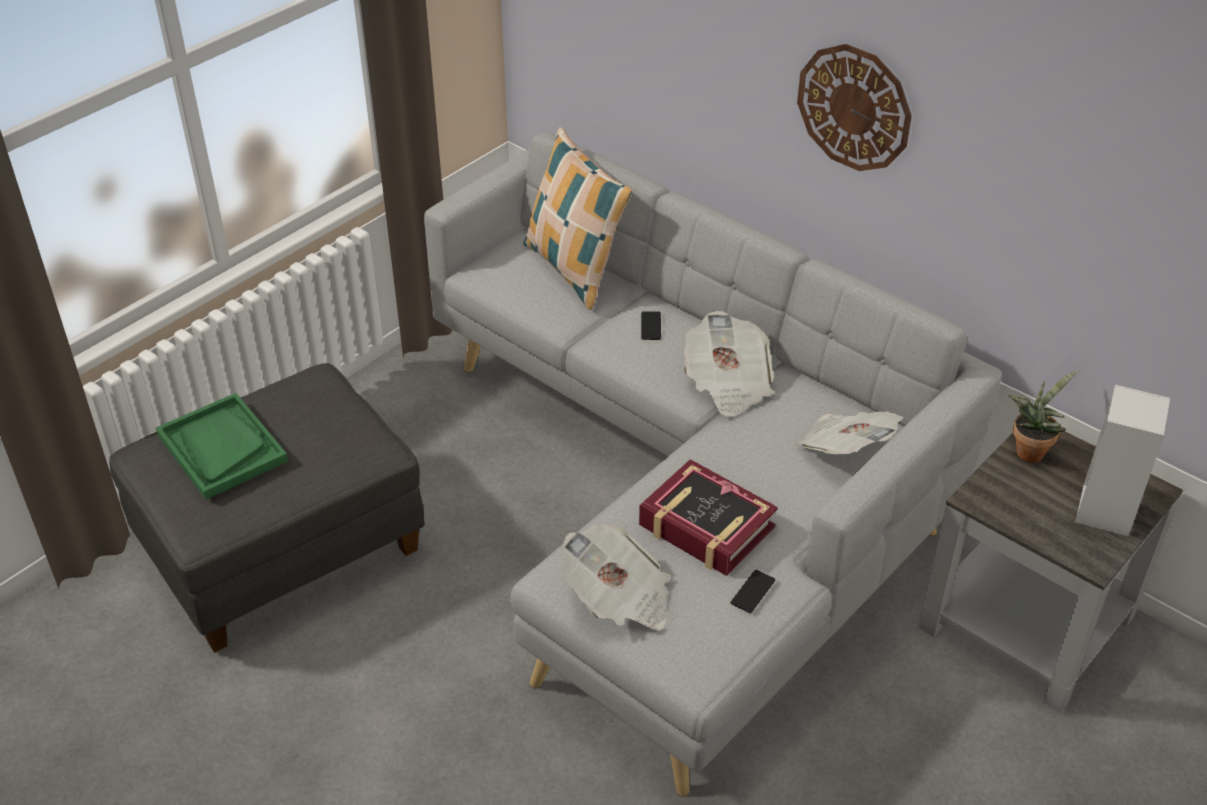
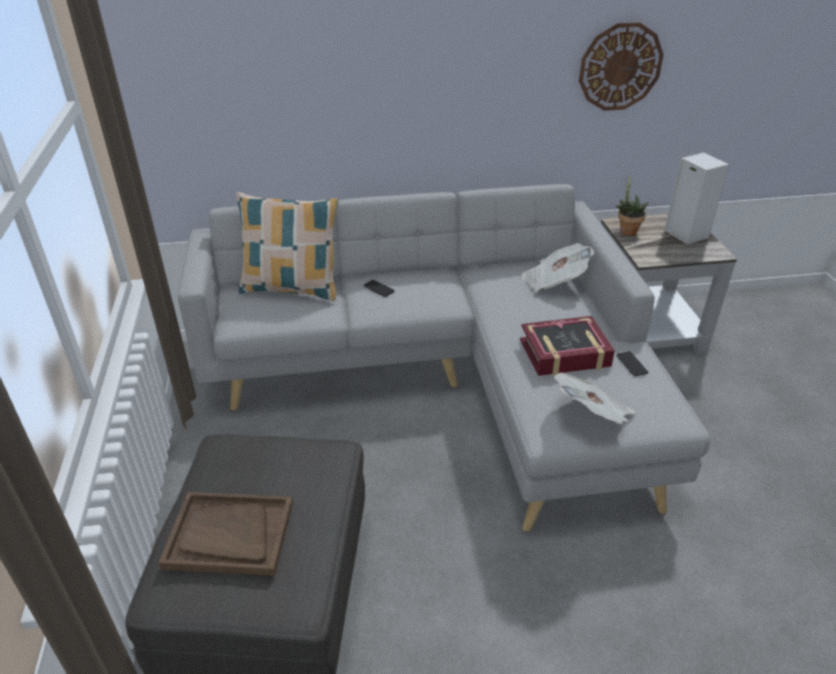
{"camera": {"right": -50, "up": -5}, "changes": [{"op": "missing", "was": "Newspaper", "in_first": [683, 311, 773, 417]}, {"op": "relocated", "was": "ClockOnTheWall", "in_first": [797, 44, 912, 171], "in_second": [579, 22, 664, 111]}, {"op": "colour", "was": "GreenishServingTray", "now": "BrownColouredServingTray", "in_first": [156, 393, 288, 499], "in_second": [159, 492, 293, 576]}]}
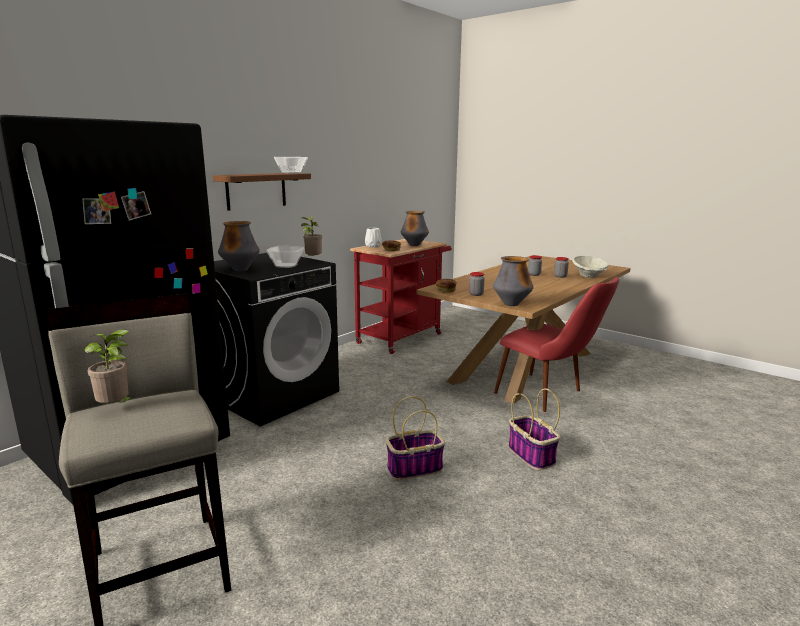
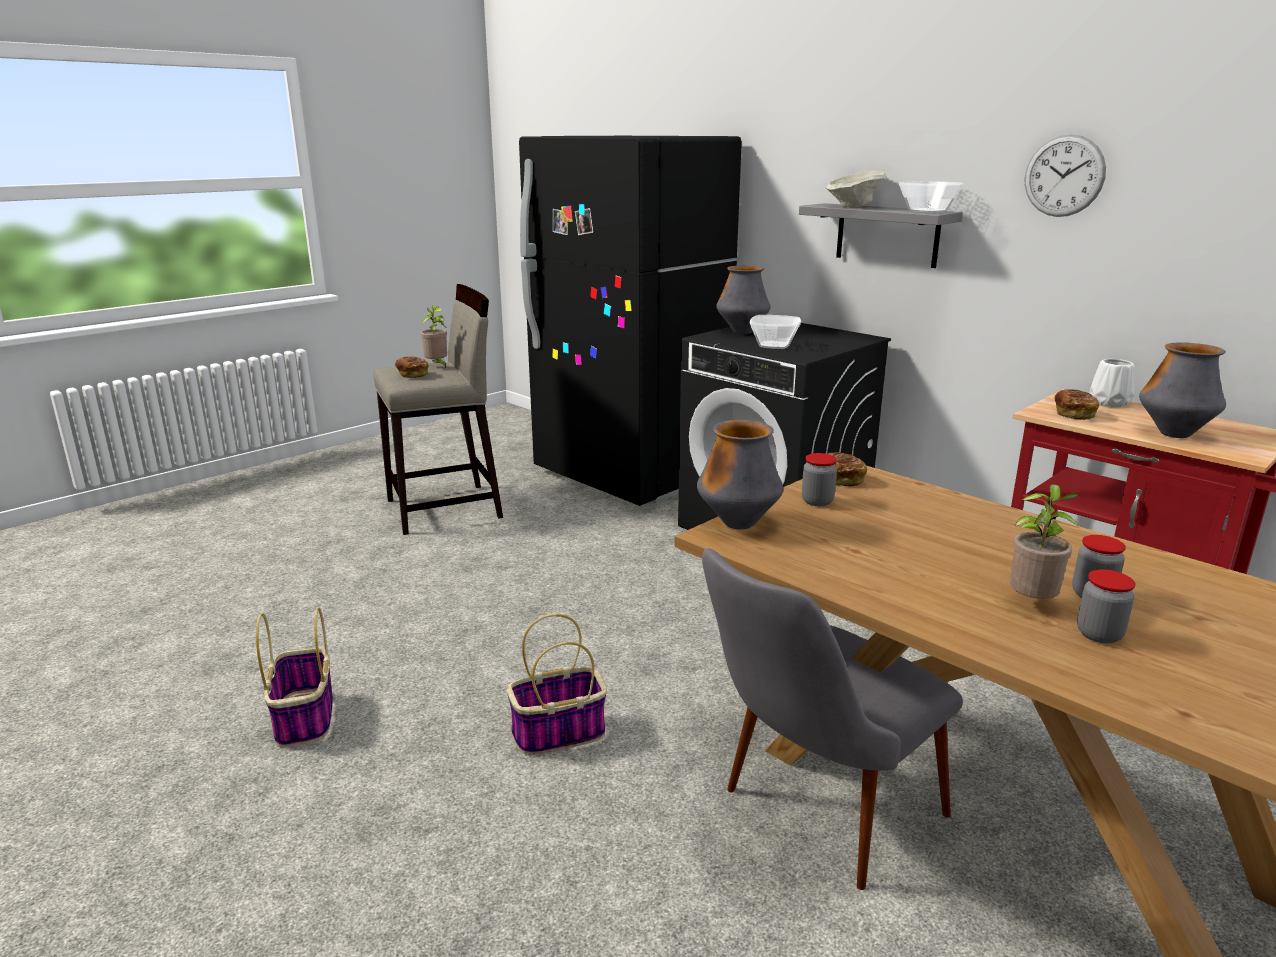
{"camera": {"right": 95, "up": 5}, "changes": [{"op": "appeared", "now": "BakedBread", "in_second": [395, 357, 429, 378]}, {"op": "appeared", "now": "ClockOnTheWall", "in_second": [1025, 134, 1106, 217]}, {"op": "relocated", "was": "PlantInAPot", "in_first": [301, 216, 322, 258], "in_second": [1010, 484, 1081, 599]}, {"op": "relocated", "was": "HouseholdBasket", "in_first": [386, 396, 445, 480], "in_second": [256, 607, 333, 748]}, {"op": "relocated", "was": "BeigeColouredBowl", "in_first": [572, 256, 609, 278], "in_second": [826, 171, 887, 207]}, {"op": "colour", "was": "BrownColouredBracketShelf", "now": "GreyBracketShelf", "in_first": [213, 173, 311, 211], "in_second": [799, 203, 963, 268]}, {"op": "colour", "was": "RedUprightChair", "now": "GreyUprightChair", "in_first": [494, 277, 619, 412], "in_second": [702, 548, 963, 890]}]}
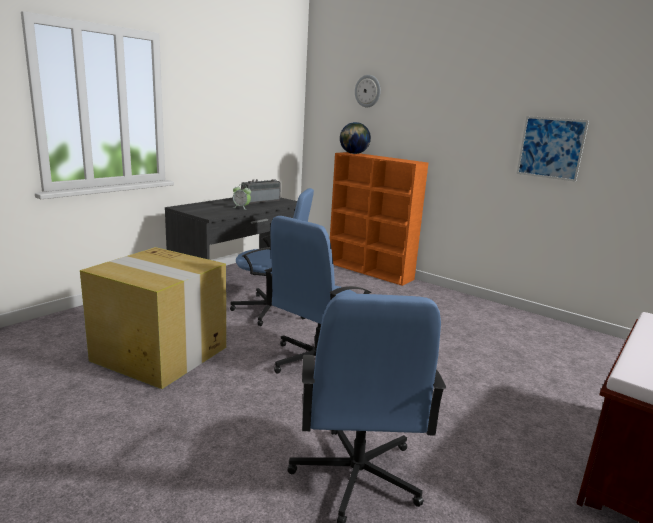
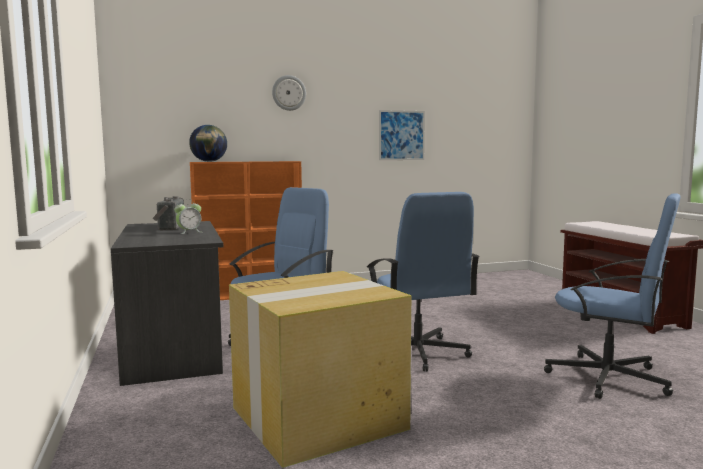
{"camera": {"right": -55, "up": -10}, "changes": [{"op": "relocated", "was": "ClockOnTheWall", "in_first": [355, 75, 381, 107], "in_second": [272, 75, 306, 111]}]}
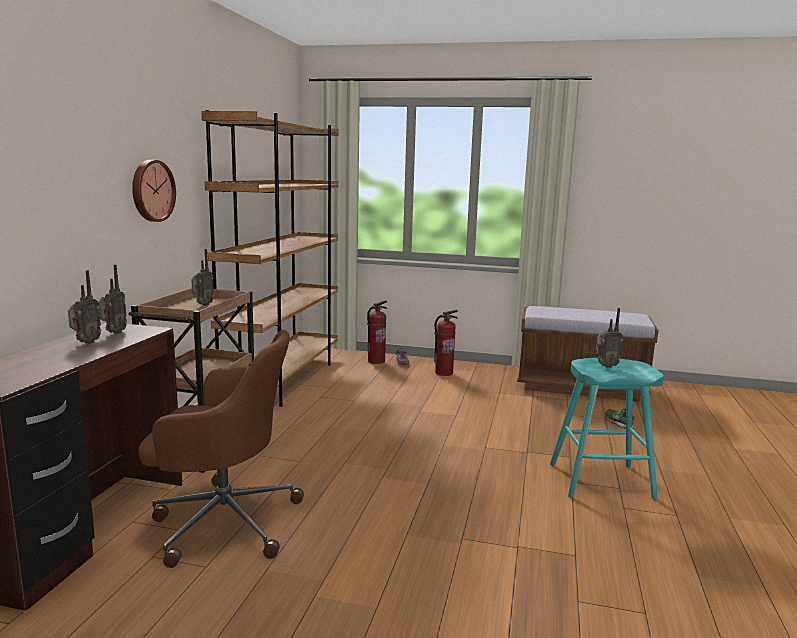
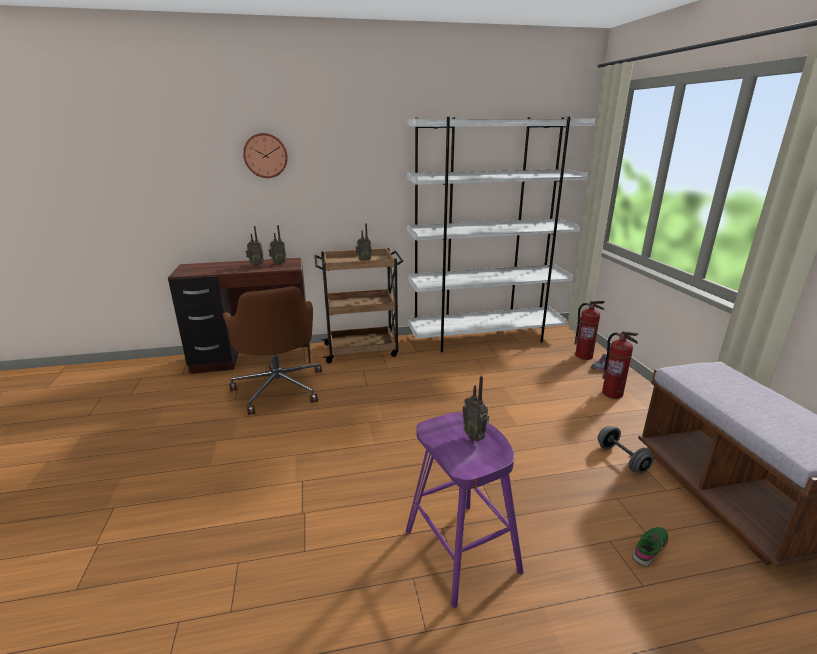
{"camera": {"right": 65, "up": 10}, "changes": [{"op": "appeared", "now": "GreyDumbbell", "in_second": [598, 426, 654, 473]}, {"op": "relocated", "was": "ClockOnTheWall", "in_first": [132, 160, 176, 222], "in_second": [243, 133, 288, 178]}, {"op": "colour", "was": "BrownColouredBookshelf", "now": "WhiteBookshelf", "in_first": [201, 110, 339, 407], "in_second": [407, 117, 596, 352]}, {"op": "colour", "was": "BlueGreenStool", "now": "PurplishStool", "in_first": [550, 358, 664, 499], "in_second": [406, 412, 524, 608]}]}
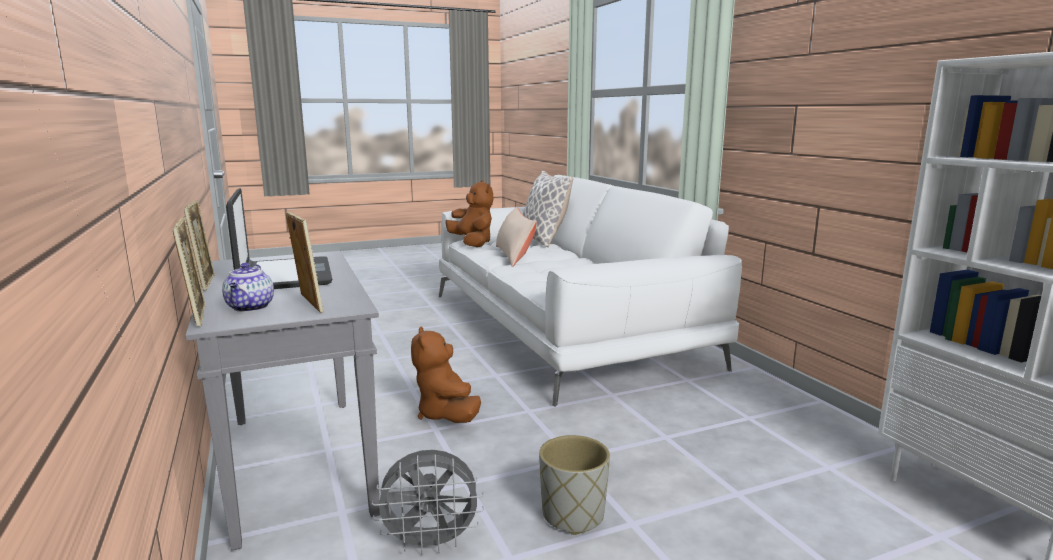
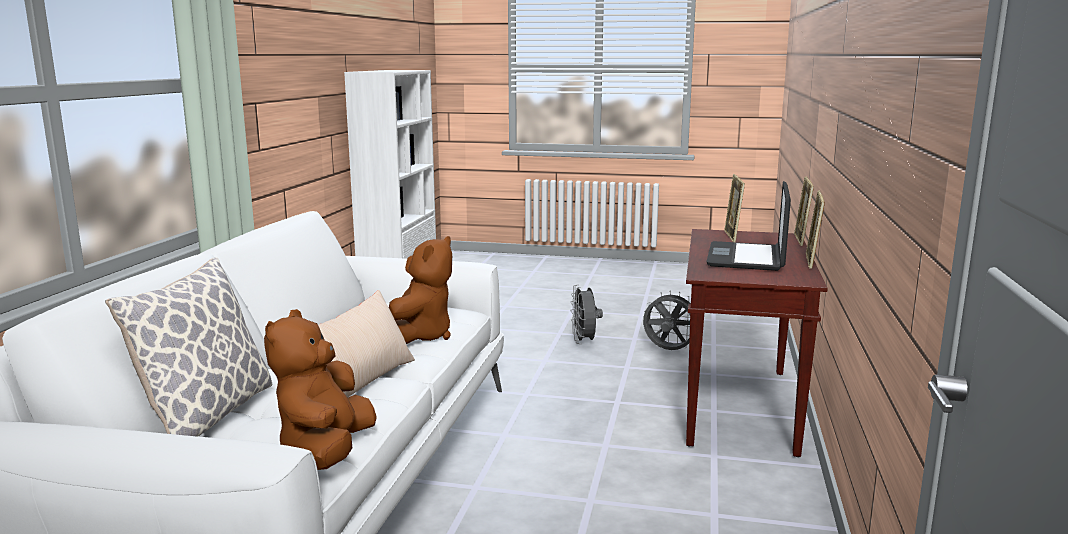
{"camera": {"right": -145, "up": 0}, "changes": [{"op": "missing", "was": "PotForTea", "in_first": [222, 263, 274, 312]}, {"op": "relocated", "was": "BrownColouredSoftToy", "in_first": [411, 326, 481, 423], "in_second": [389, 236, 452, 344]}, {"op": "exchanged", "was": "GreyPlantPot", "now": "GreyElectricFan", "in_first": [539, 435, 610, 535], "in_second": [570, 284, 603, 344]}, {"op": "colour", "was": "GreyHallTable", "now": "BrownColouredHallTable", "in_first": [185, 251, 380, 550], "in_second": [686, 229, 828, 457]}]}
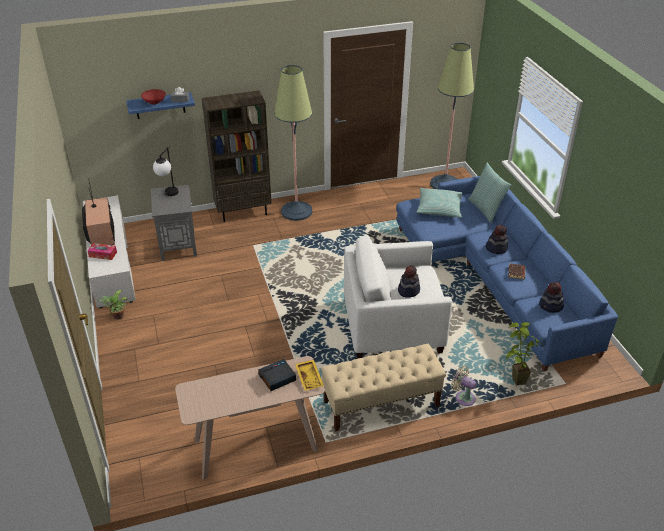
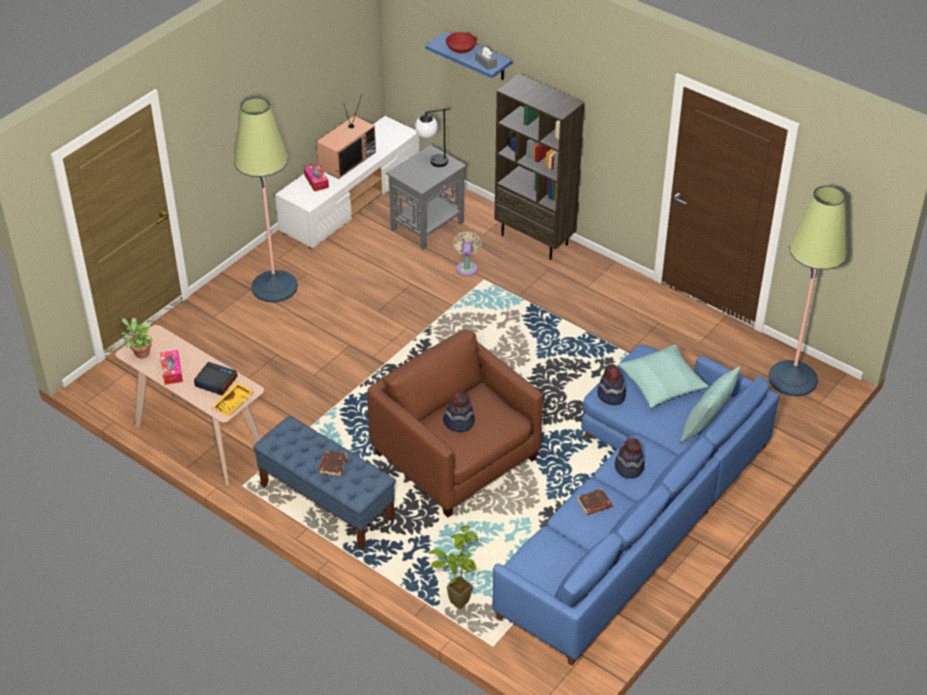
{"camera": {"right": 55, "up": 5}, "changes": [{"op": "appeared", "now": "TissueBox", "in_second": [160, 350, 183, 385]}, {"op": "appeared", "now": "BrownColouredVolume", "in_second": [318, 451, 347, 476]}, {"op": "relocated", "was": "PlantInAPot", "in_first": [98, 290, 128, 320], "in_second": [121, 318, 152, 359]}, {"op": "relocated", "was": "StandardLamp", "in_first": [274, 65, 312, 221], "in_second": [234, 97, 298, 303]}, {"op": "relocated", "was": "BeigeColouredElectricFan", "in_first": [451, 366, 477, 406], "in_second": [453, 231, 482, 276]}, {"op": "relocated", "was": "Hat", "in_first": [539, 282, 564, 313], "in_second": [597, 365, 626, 405]}, {"op": "colour", "was": "BeigeColouredLongSeat", "now": "BlueColouredLongSeat", "in_first": [321, 344, 446, 432], "in_second": [253, 416, 396, 549]}, {"op": "colour", "was": "WhiteArmchair", "now": "BrownColouredArmchair", "in_first": [344, 235, 452, 359], "in_second": [367, 329, 543, 517]}]}
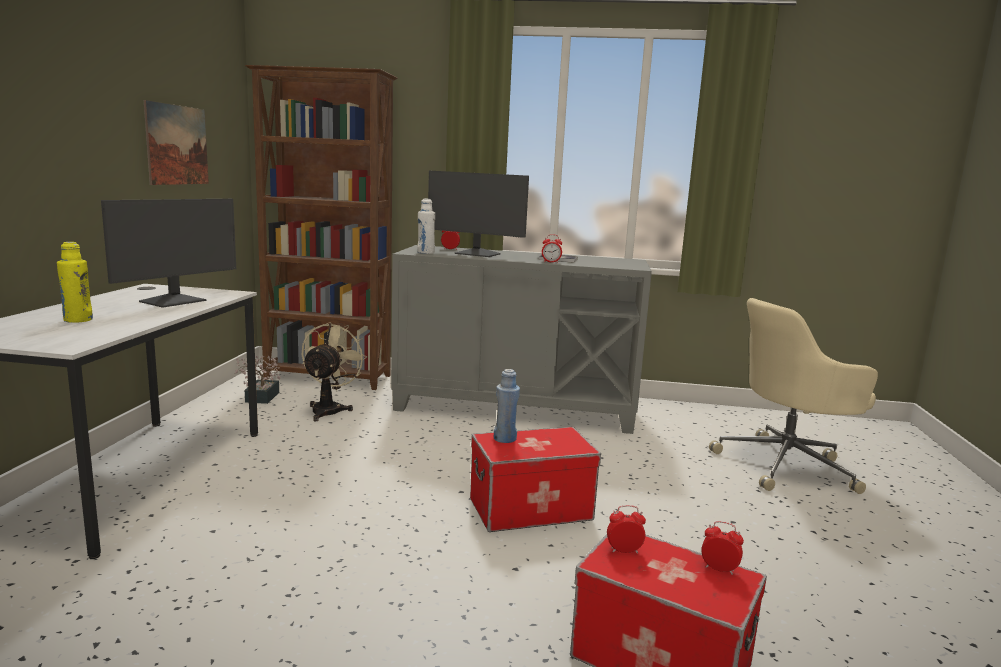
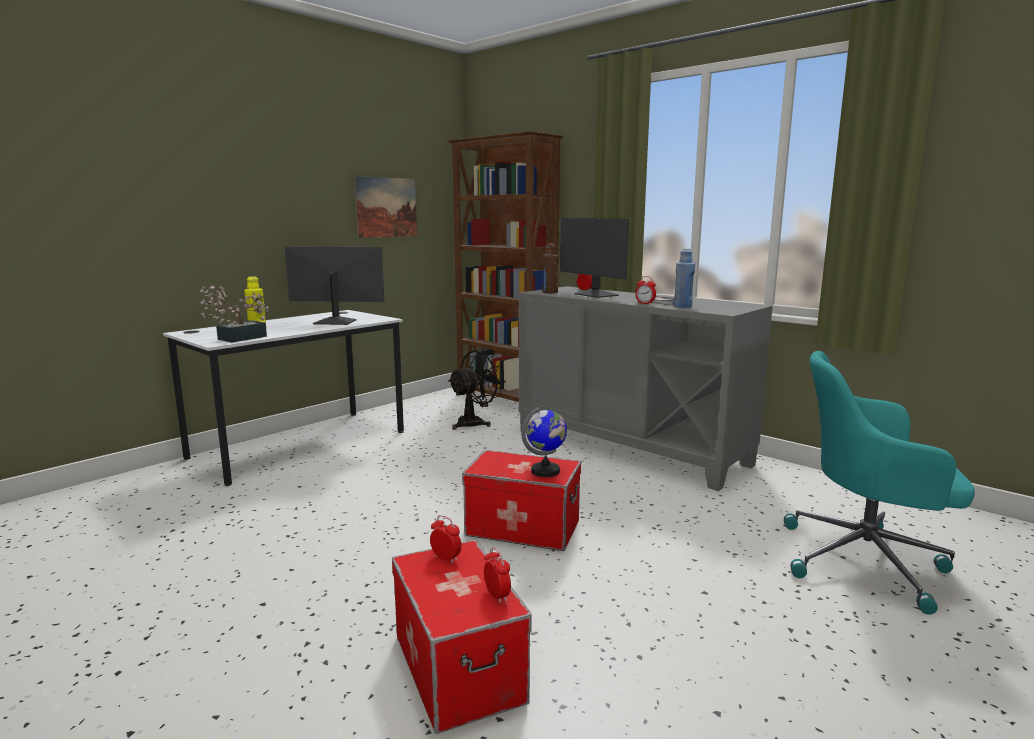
{"camera": {"right": 35, "up": 0}, "changes": [{"op": "appeared", "now": "DeskGlobe", "in_second": [521, 406, 567, 477]}, {"op": "relocated", "was": "PlantInAPot", "in_first": [235, 356, 281, 404], "in_second": [200, 285, 269, 343]}, {"op": "relocated", "was": "BlueColouredBeverageBottle", "in_first": [494, 369, 520, 443], "in_second": [673, 249, 695, 308]}, {"op": "colour", "was": "BeigeColouredElectricFan", "now": "BlackishElectricFan", "in_first": [302, 322, 367, 421], "in_second": [448, 350, 506, 430]}, {"op": "colour", "was": "WhiteBeverageBottle", "now": "BrownColouredBeverageBottle", "in_first": [417, 199, 435, 254], "in_second": [542, 243, 558, 293]}, {"op": "colour", "was": "BeigeColouredComputerChair", "now": "BlueGreenComputerChair", "in_first": [709, 298, 878, 494], "in_second": [784, 351, 975, 615]}, {"op": "spun", "was": "ComputerDisplay", "in_first": [101, 199, 236, 308], "in_second": [285, 246, 385, 325], "clockwise": -150}]}
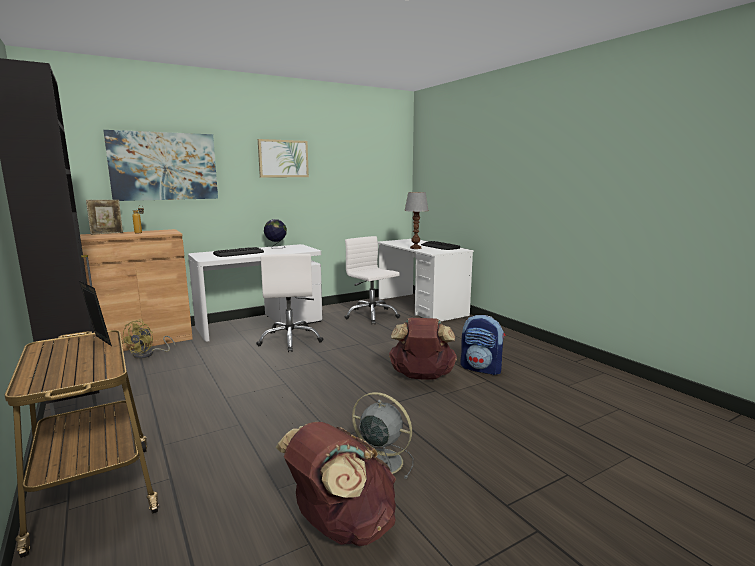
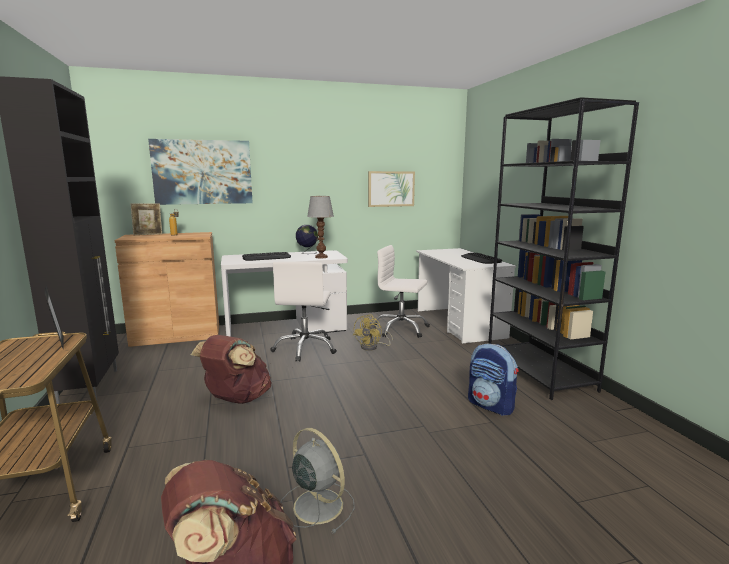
{"camera": {"right": 15, "up": 0}, "changes": [{"op": "appeared", "now": "BlackishBookshelf", "in_second": [488, 97, 639, 400]}, {"op": "relocated", "was": "YellowColouredElectricFan", "in_first": [122, 319, 175, 359], "in_second": [353, 314, 393, 351]}, {"op": "relocated", "was": "WallPicture", "in_first": [258, 139, 309, 177], "in_second": [368, 171, 415, 207]}, {"op": "relocated", "was": "BrownColouredBackpack", "in_first": [389, 318, 457, 380], "in_second": [191, 335, 272, 404]}, {"op": "relocated", "was": "TableLamp", "in_first": [404, 192, 429, 249], "in_second": [307, 196, 334, 259]}, {"op": "spun", "was": "WhiteComputerChair", "in_first": [345, 236, 400, 324], "in_second": [374, 245, 430, 338], "clockwise": -45}]}
